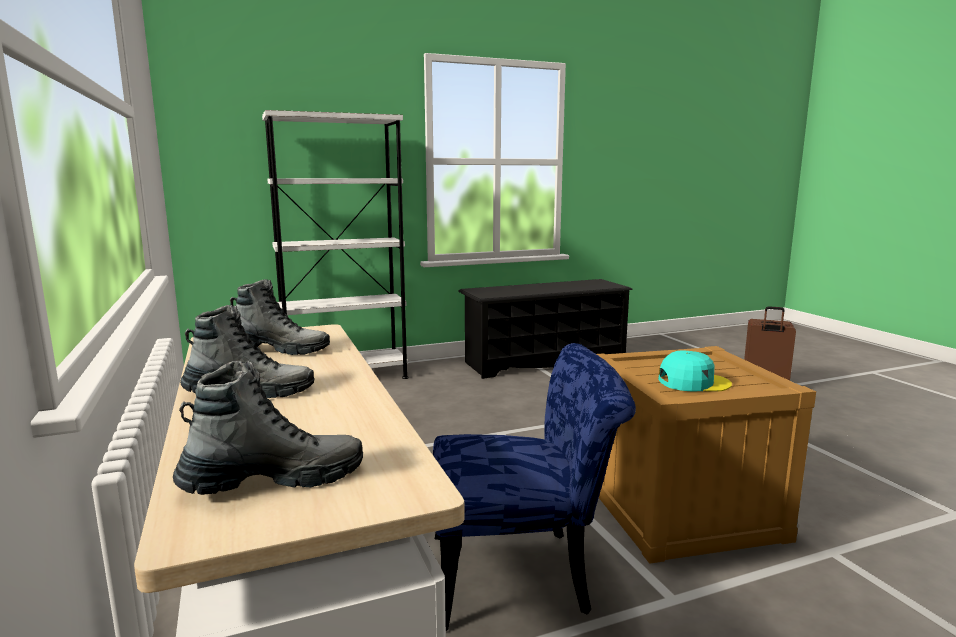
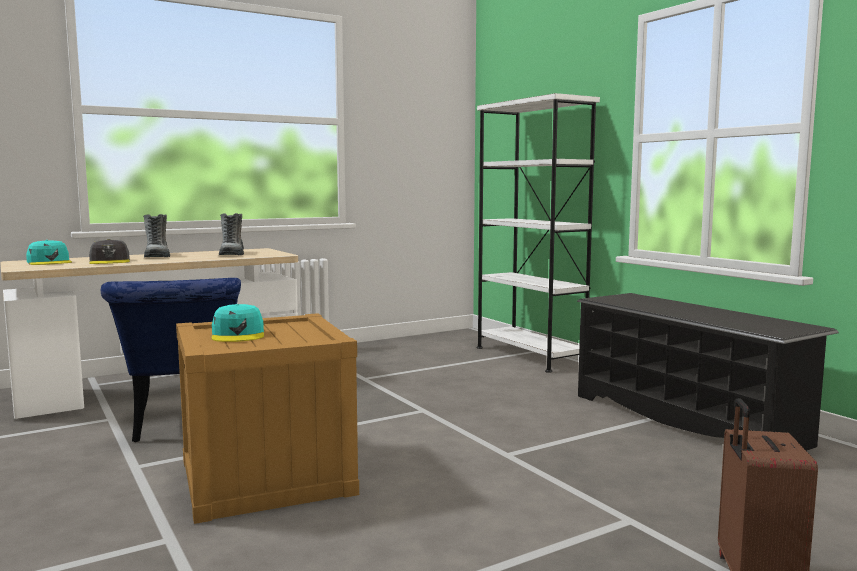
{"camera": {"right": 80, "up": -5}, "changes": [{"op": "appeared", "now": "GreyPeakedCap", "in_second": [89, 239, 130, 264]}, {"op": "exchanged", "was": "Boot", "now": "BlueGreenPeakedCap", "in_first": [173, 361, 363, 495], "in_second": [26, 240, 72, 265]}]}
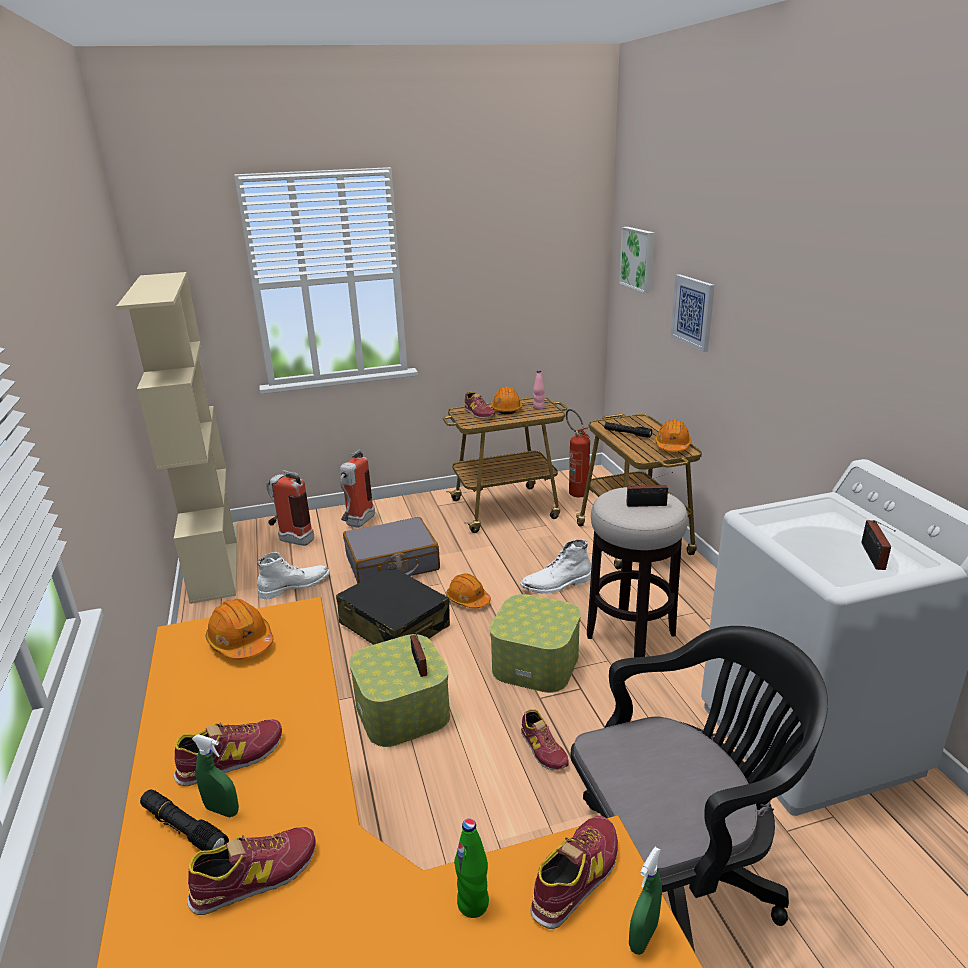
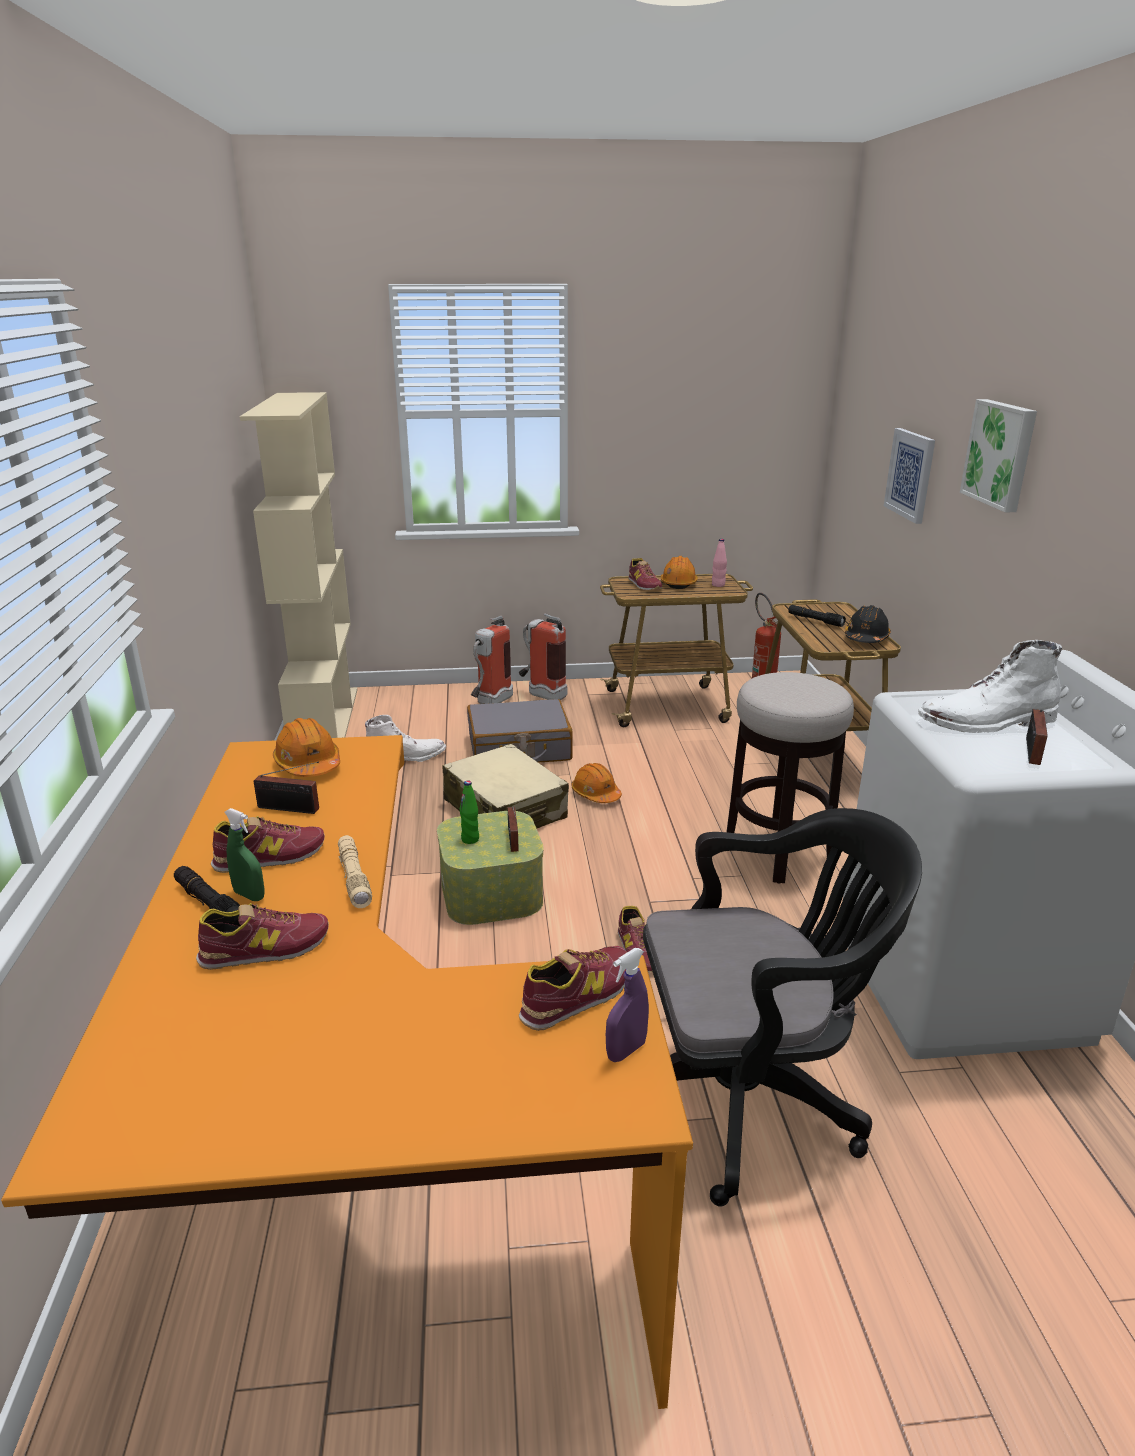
{"camera": {"right": 10, "up": 0}, "changes": [{"op": "missing", "was": "StorageBox", "in_first": [490, 594, 581, 693]}, {"op": "appeared", "now": "BeigeColouredFlashlight", "in_second": [338, 835, 372, 908]}, {"op": "relocated", "was": "FireExtinguisher", "in_first": [266, 470, 314, 546], "in_second": [519, 613, 567, 700]}, {"op": "relocated", "was": "GreenishBeverageBottle", "in_first": [454, 819, 489, 918], "in_second": [460, 781, 479, 844]}, {"op": "relocated", "was": "WhiteBoot", "in_first": [520, 539, 591, 594], "in_second": [918, 640, 1062, 733]}, {"op": "relocated", "was": "WallPicture", "in_first": [619, 227, 655, 293], "in_second": [960, 399, 1037, 512]}, {"op": "relocated", "was": "RadioReceiver", "in_first": [626, 472, 673, 507], "in_second": [253, 761, 319, 814]}, {"op": "colour", "was": "BlackishTravelCase", "now": "BeigeColouredTravelCase", "in_first": [336, 566, 450, 645], "in_second": [442, 744, 569, 829]}, {"op": "colour", "was": "GreenishSprayer", "now": "PurplishSprayer", "in_first": [629, 847, 662, 955], "in_second": [606, 948, 649, 1062]}, {"op": "colour", "was": "OrangeySafetyHelmet", "now": "BlackishSafetyHelmet", "in_first": [655, 419, 692, 451], "in_second": [845, 605, 891, 643]}]}
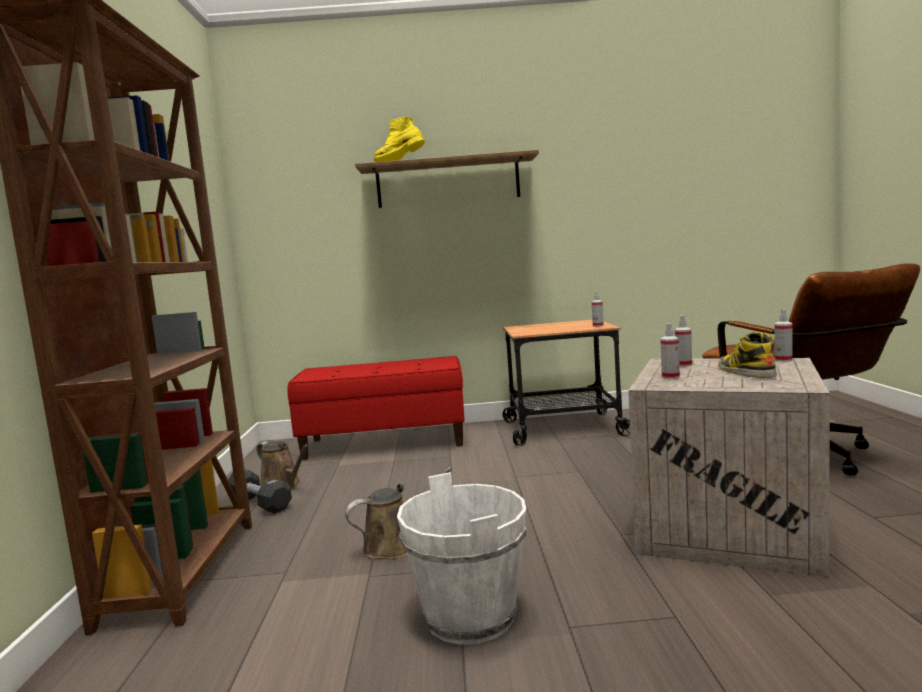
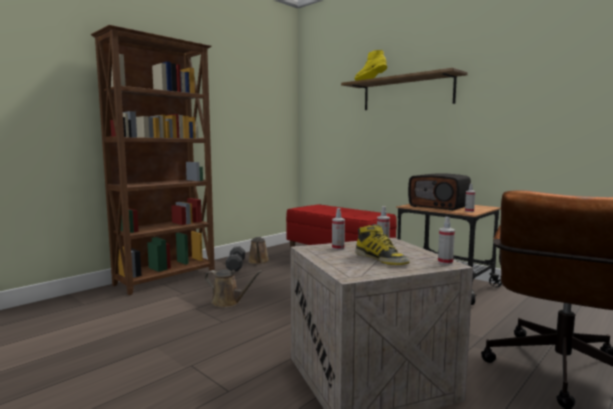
{"camera": {"right": 45, "up": 0}, "changes": [{"op": "missing", "was": "WhiteBucket", "in_first": [397, 472, 527, 645]}, {"op": "appeared", "now": "RadioReceiver", "in_second": [408, 174, 471, 211]}, {"op": "spun", "was": "Boot", "in_first": [718, 332, 777, 378], "in_second": [355, 224, 410, 265], "clockwise": 105}]}
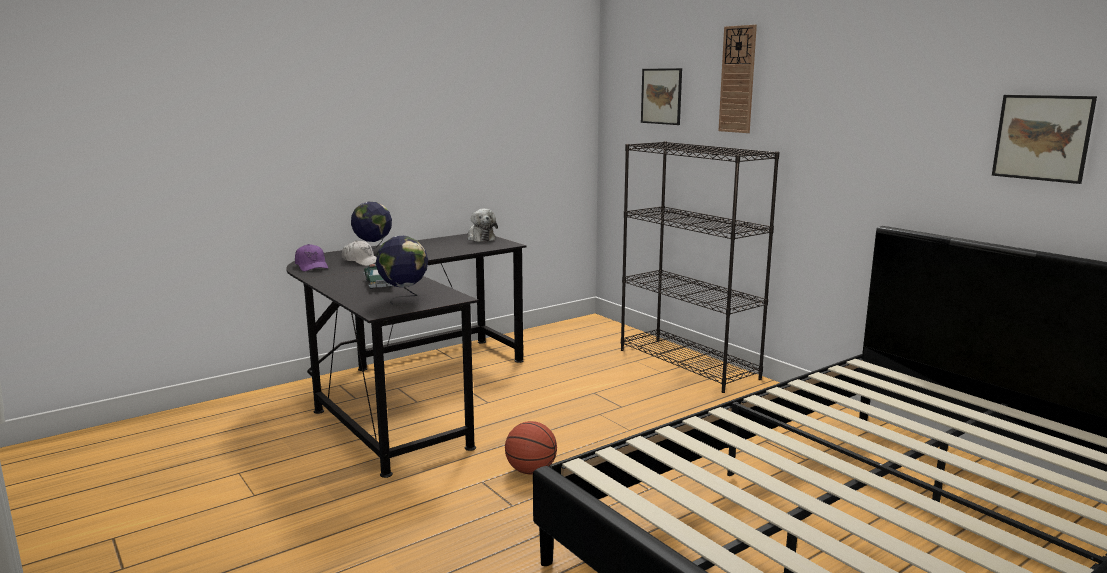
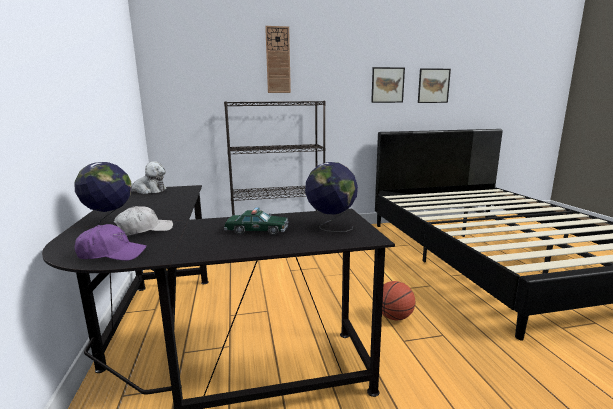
{"camera": {"right": -65, "up": 0}, "changes": [{"op": "relocated", "was": "WallPicture", "in_first": [641, 68, 682, 125], "in_second": [371, 67, 405, 103]}]}
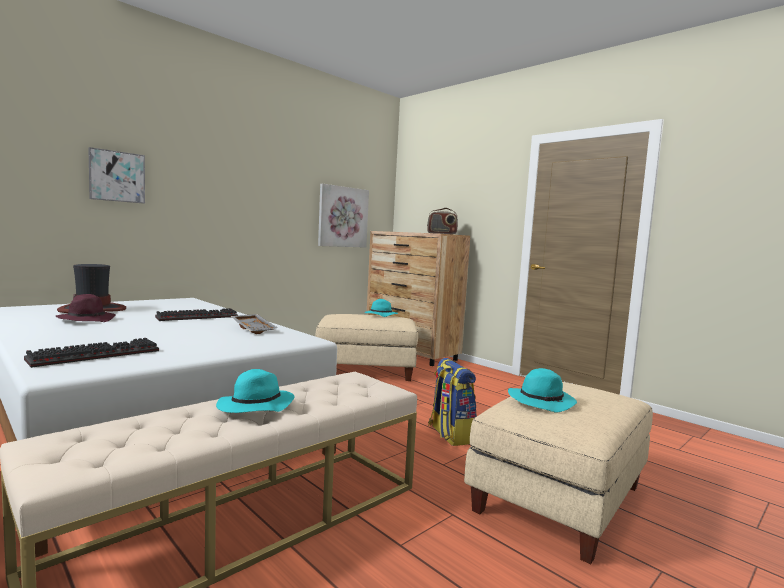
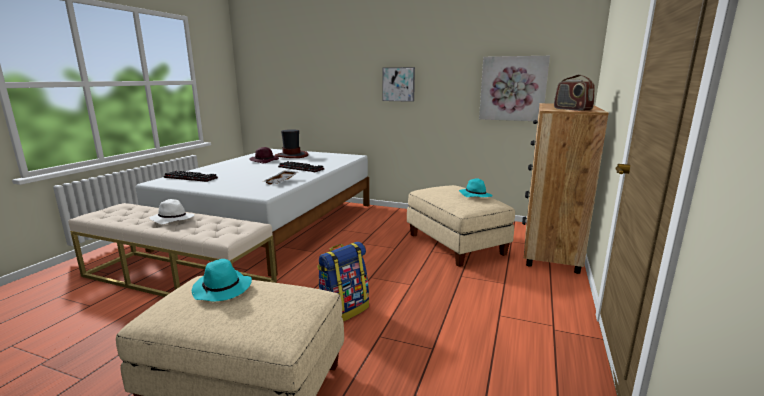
{"camera": {"right": 65, "up": 10}, "changes": [{"op": "relocated", "was": "WallPicture", "in_first": [88, 147, 145, 203], "in_second": [383, 67, 415, 102]}, {"op": "colour", "was": "BlueGreenHat", "now": "WhiteHat", "in_first": [216, 369, 295, 413], "in_second": [149, 199, 194, 224]}]}
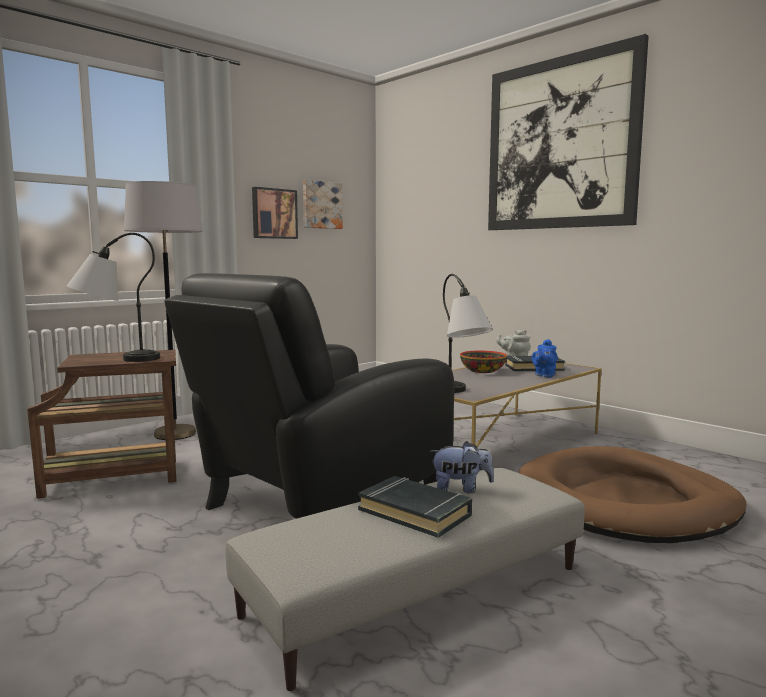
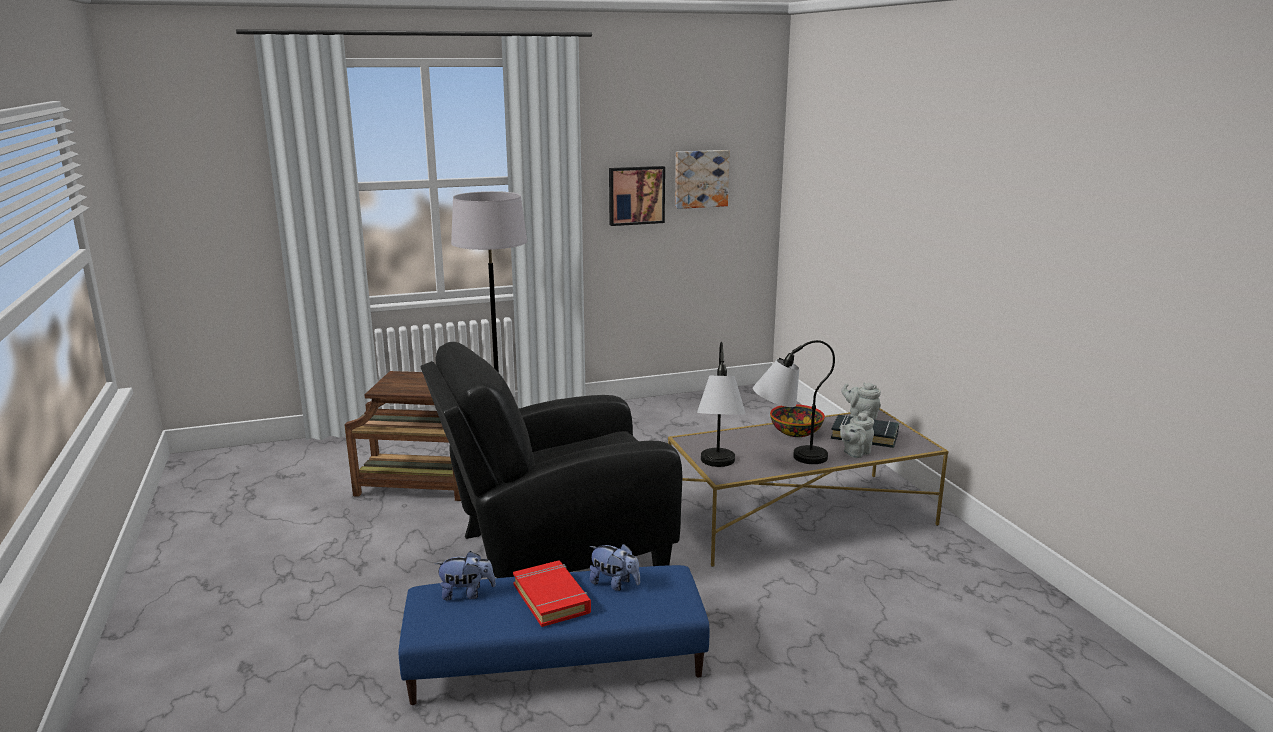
{"camera": {"right": 25, "up": 10}, "changes": [{"op": "missing", "was": "WallPicture", "in_first": [488, 34, 649, 230]}, {"op": "missing", "was": "BrownColouredPetBed", "in_first": [518, 446, 747, 543]}, {"op": "appeared", "now": "SoftToy", "in_second": [435, 551, 496, 600]}, {"op": "relocated", "was": "TableLamp", "in_first": [67, 233, 160, 362], "in_second": [753, 340, 835, 464]}, {"op": "colour", "was": "GreyOttoman", "now": "BlueColouredOttoman", "in_first": [225, 468, 585, 691], "in_second": [398, 565, 710, 705]}, {"op": "colour", "was": "BlackishVolume", "now": "RedVolume", "in_first": [358, 476, 472, 538], "in_second": [513, 561, 591, 627]}, {"op": "colour", "was": "BlueColouredPotForTea", "now": "GreyPotForTea", "in_first": [532, 339, 558, 378], "in_second": [840, 412, 874, 458]}]}
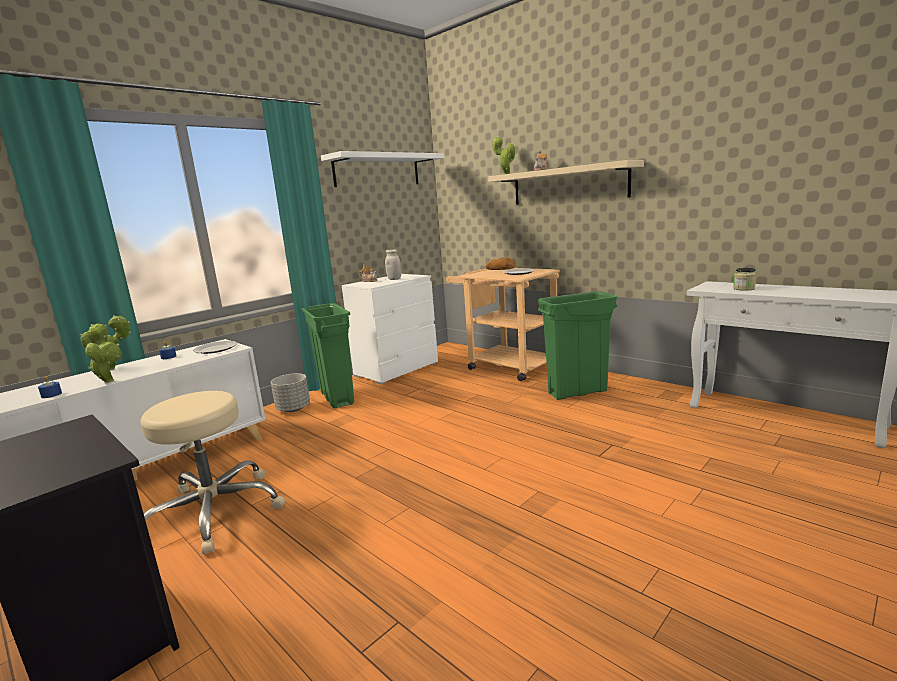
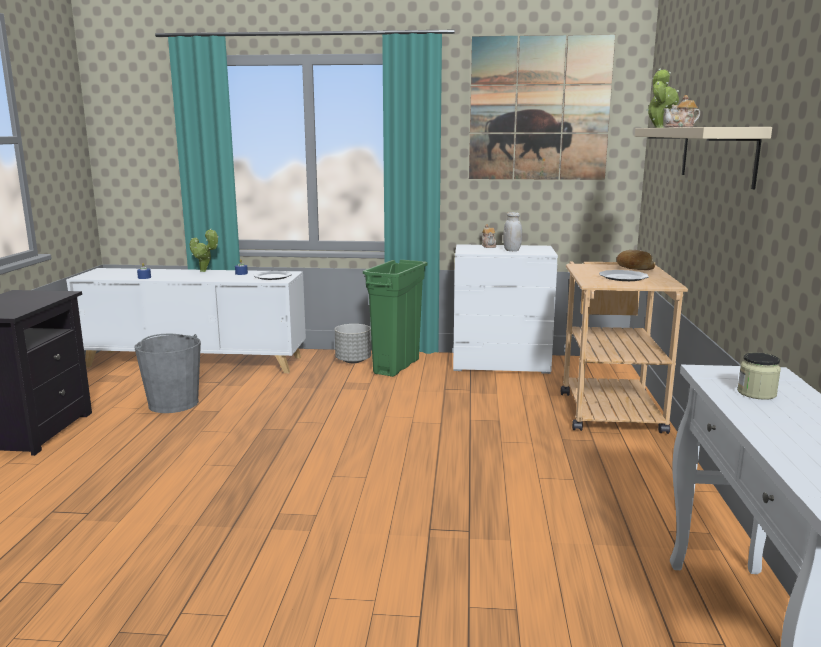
{"camera": {"right": 50, "up": 0}, "changes": [{"op": "missing", "was": "PlantInAPot", "in_first": [85, 323, 122, 383]}, {"op": "missing", "was": "GreenishRubbishBin", "in_first": [538, 291, 617, 400]}, {"op": "exchanged", "was": "BeigeColouredStool", "now": "GreyBucket", "in_first": [141, 391, 285, 555], "in_second": [134, 334, 201, 413]}, {"op": "exchanged", "was": "WhiteBracketShelf", "now": "WallPicture", "in_first": [321, 151, 444, 187], "in_second": [469, 35, 615, 180]}]}
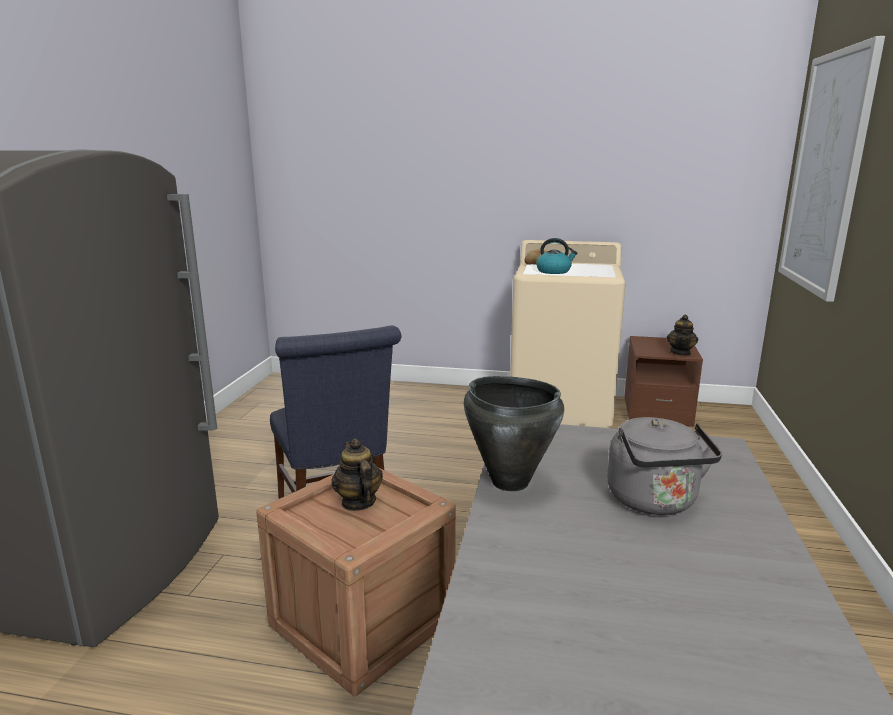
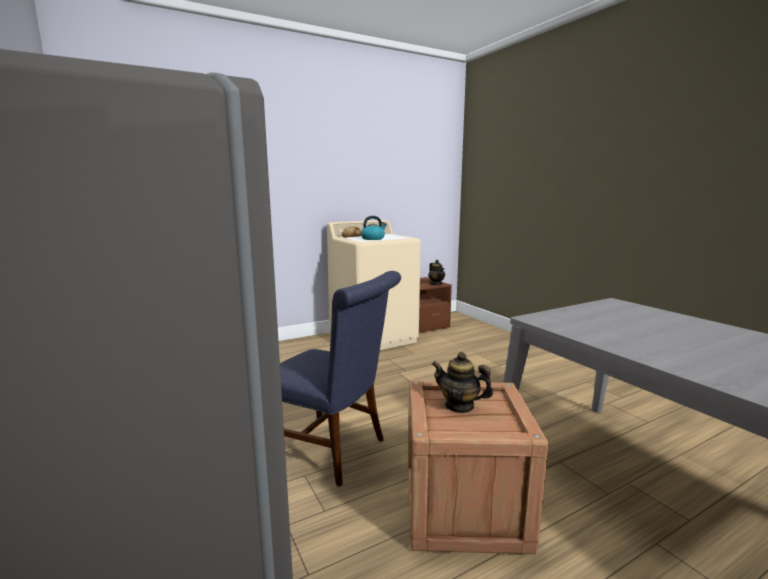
{"camera": {"right": -40, "up": -5}, "changes": [{"op": "missing", "was": "BlackishSaucepot", "in_first": [464, 376, 564, 491]}, {"op": "missing", "was": "GreyKettle", "in_first": [607, 417, 722, 515]}, {"op": "missing", "was": "WallPicture", "in_first": [778, 36, 885, 302]}]}
